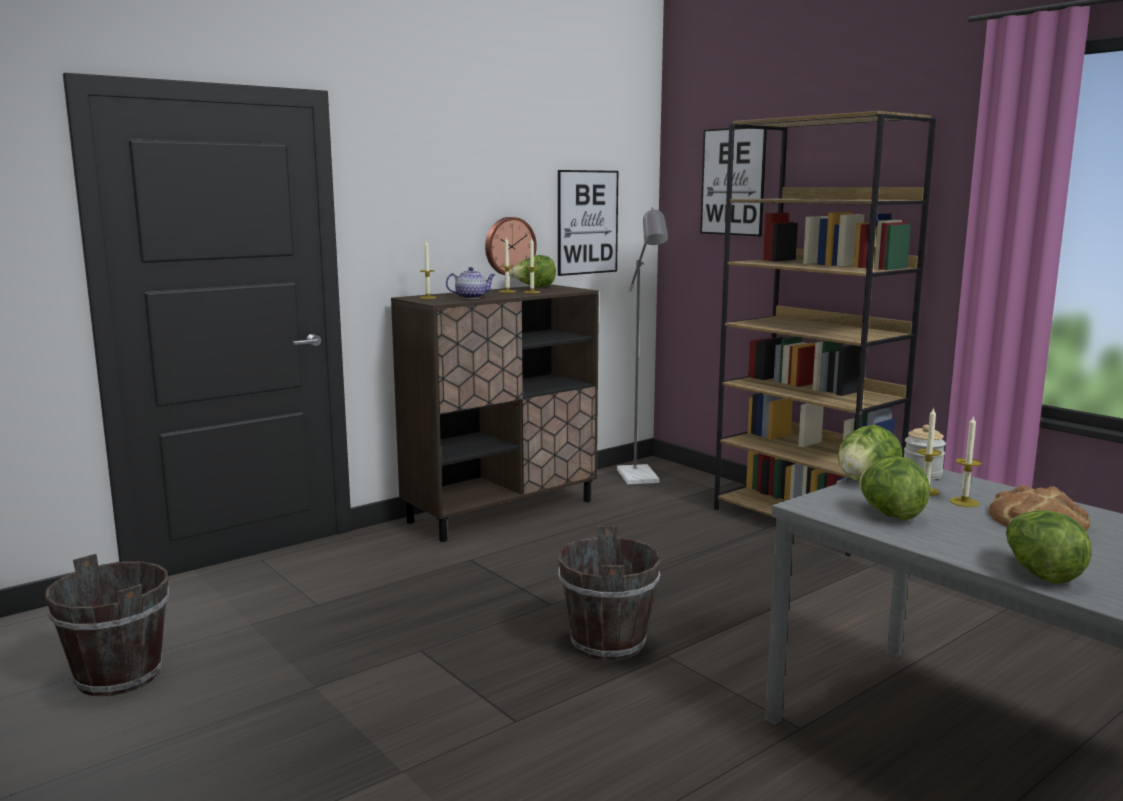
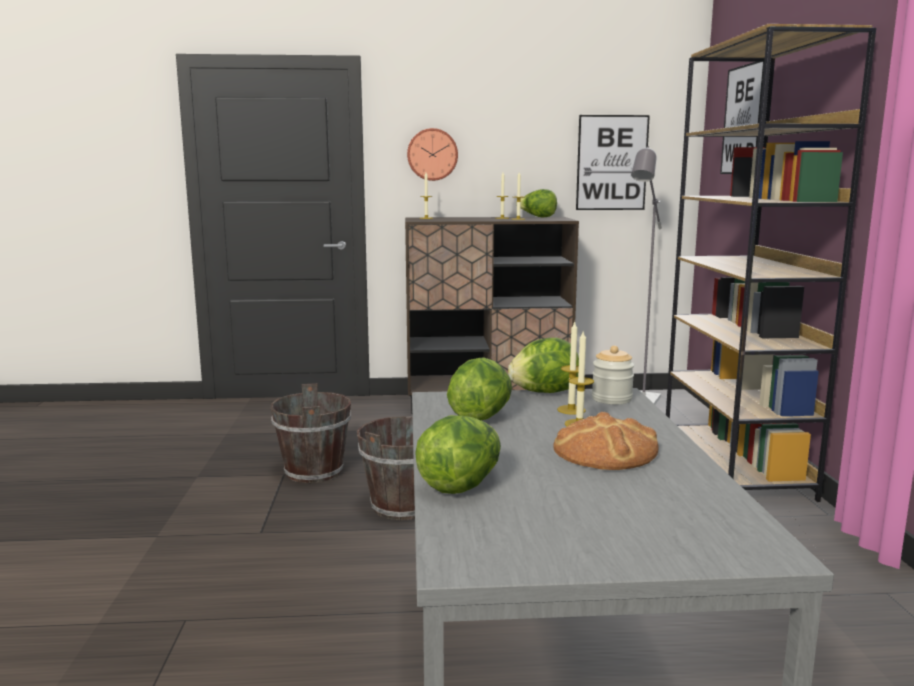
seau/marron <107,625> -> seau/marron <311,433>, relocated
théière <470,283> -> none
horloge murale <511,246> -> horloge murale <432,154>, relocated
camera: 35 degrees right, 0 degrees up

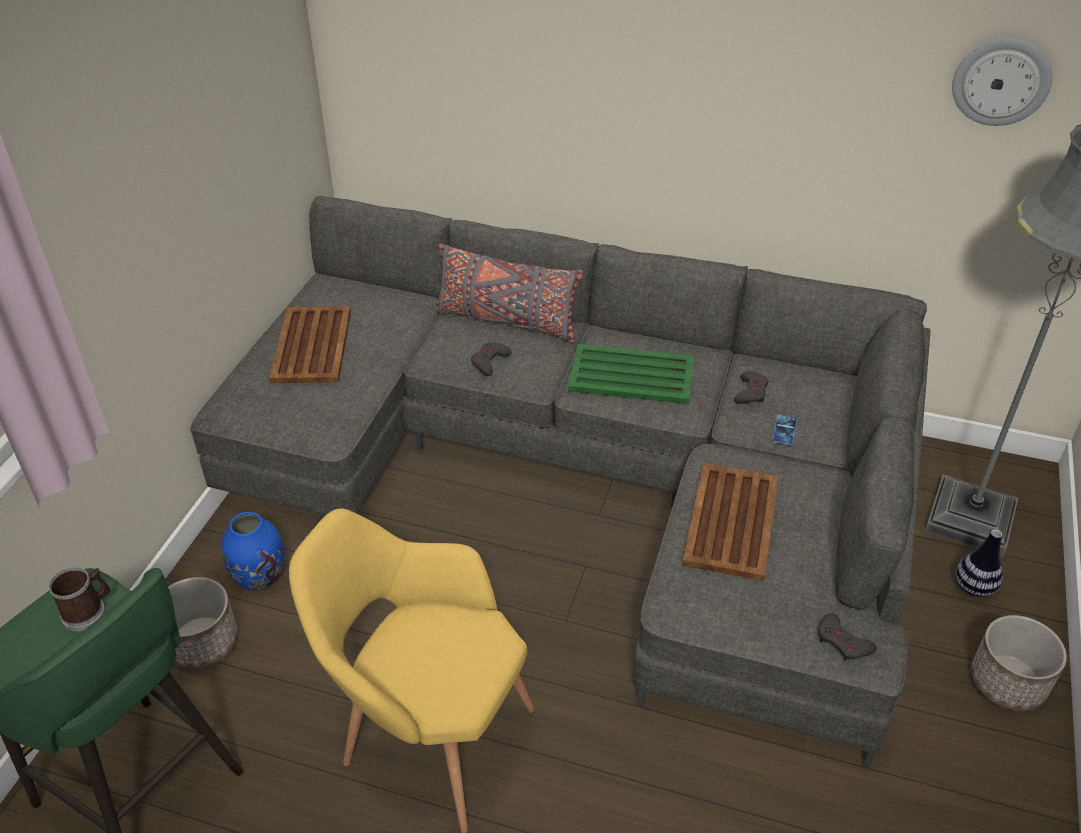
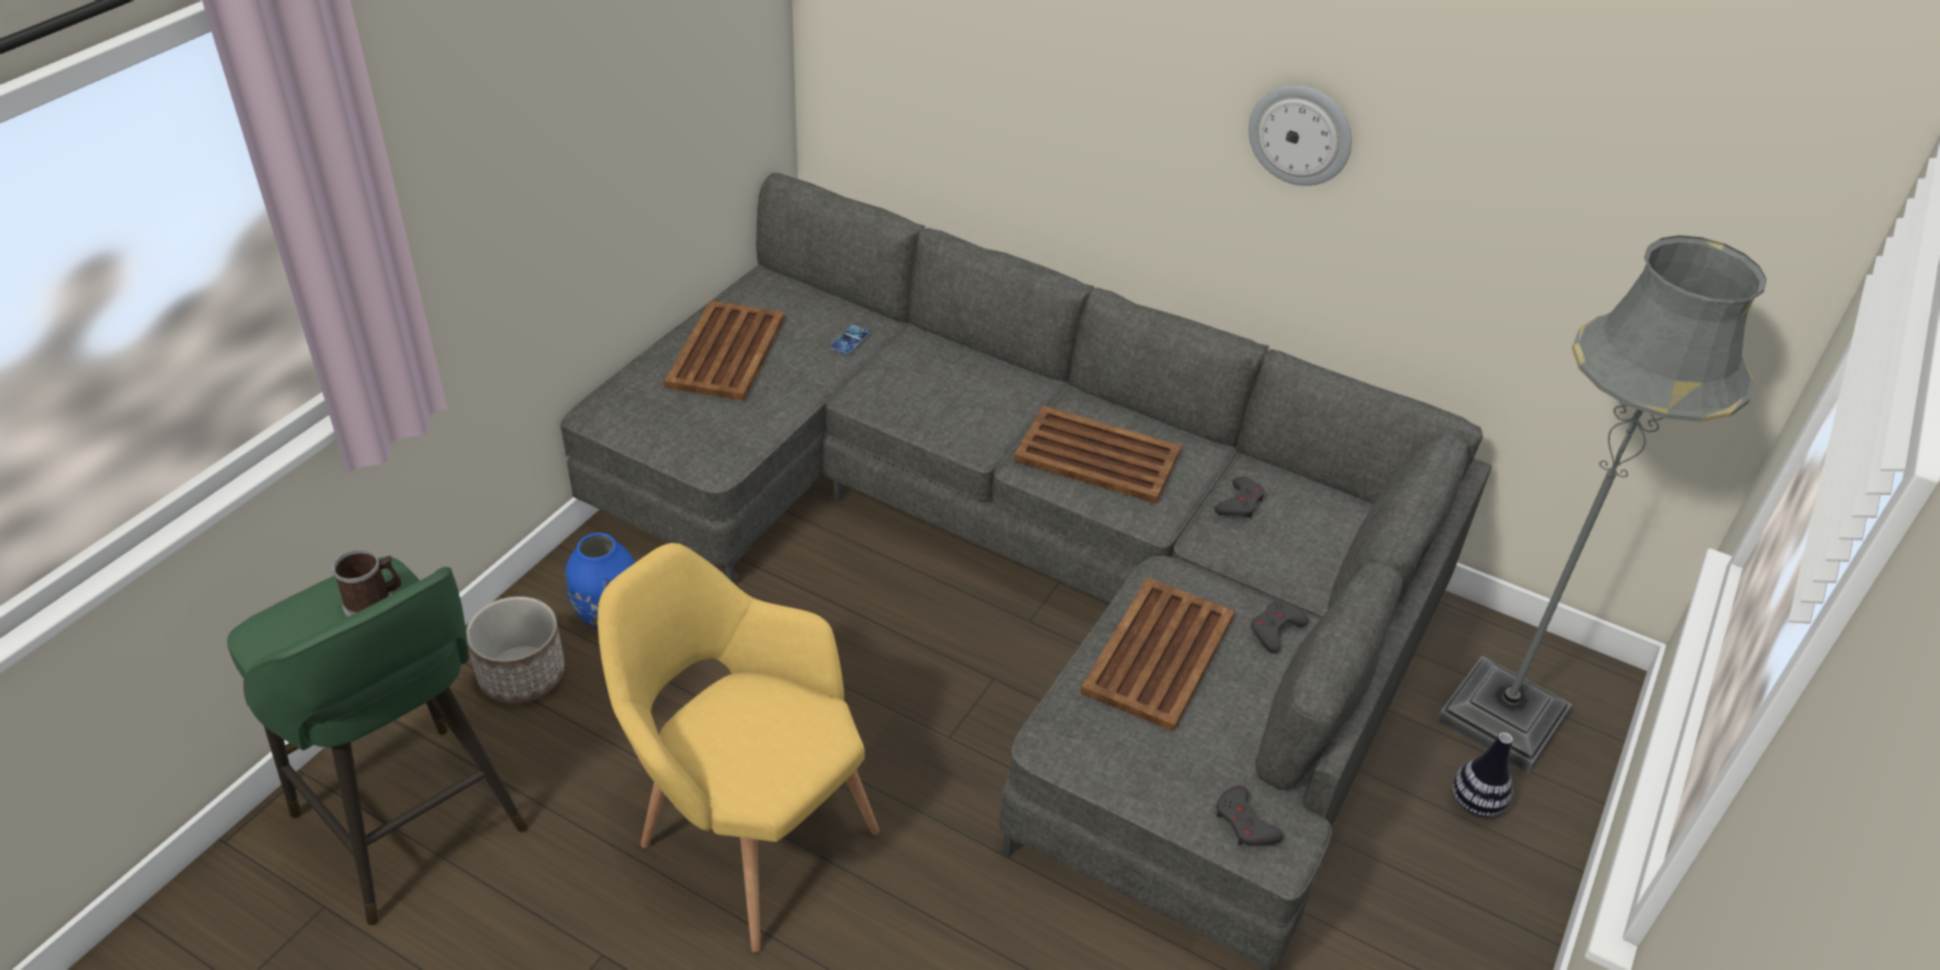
coussin/gris <509,293> -> none
manette/gris <491,359> -> manette/gris <1280,627>, relocated
plateau/vert <631,374> -> plateau/marron <1097,454>
téléphone <785,430> -> téléphone <850,339>, relocated
horloge murale <1002,82> -> horloge murale <1300,135>, relocated
cache-pot <1019,663> -> none
camera: 10 degrees right, 0 degrees up

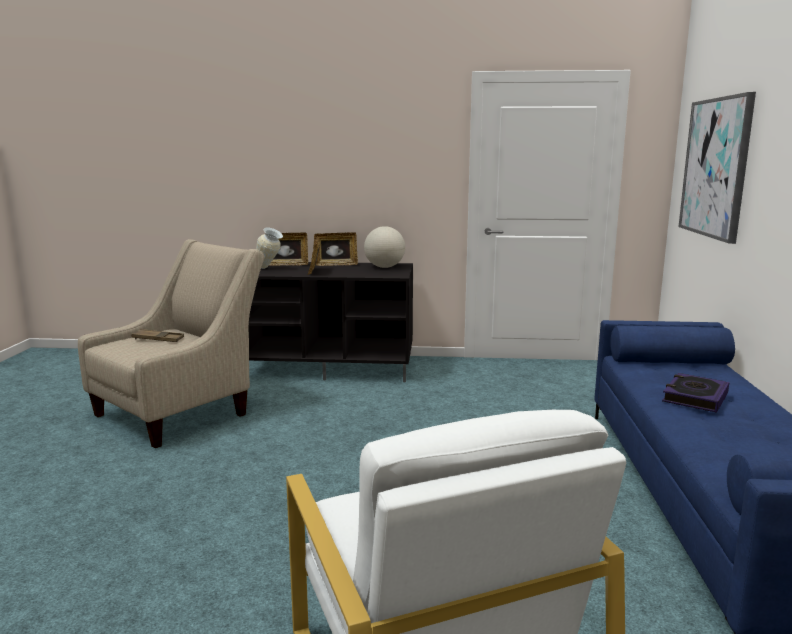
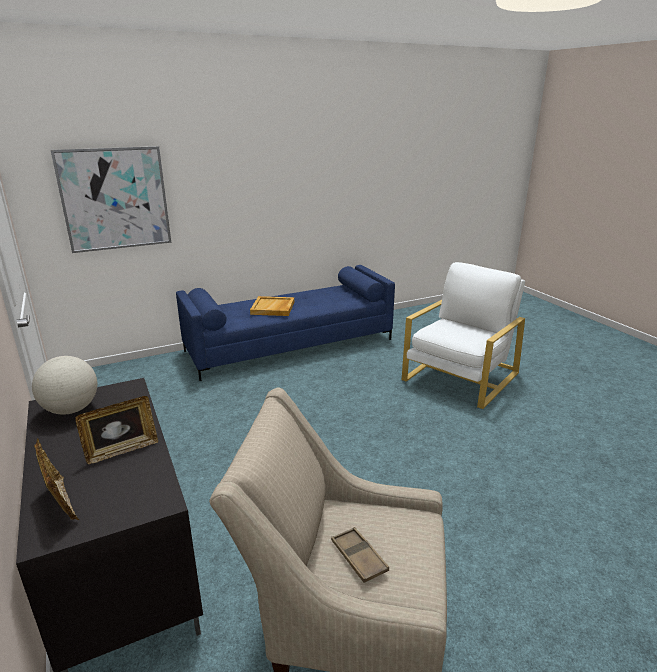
vase <269,248> -> none
cadre photo <336,249> -> none
livre <695,393> -> plateau/beige <272,306>
camera: 120 degrees left, 10 degrees up

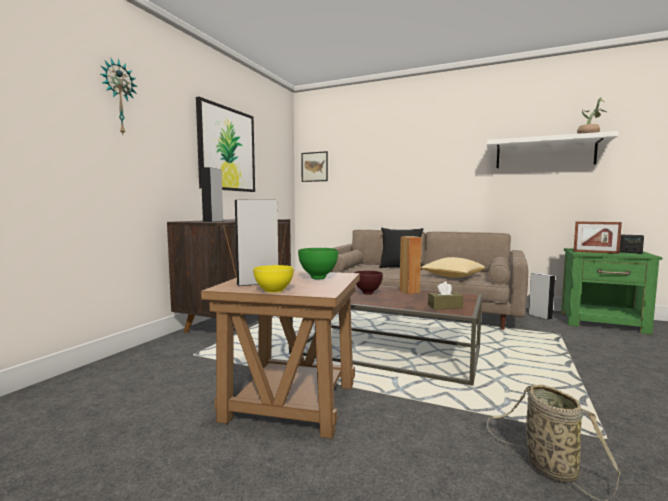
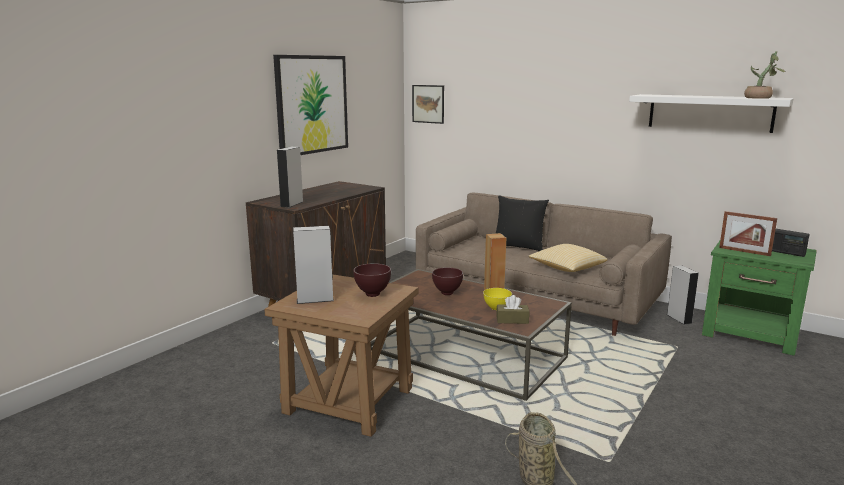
horloge murale <119,95> -> none
bol/jaune <273,278> -> bol/jaune <497,299>, relocated
bol/vert <318,263> -> bol/marron <372,280>
camera: 10 degrees right, 10 degrees up

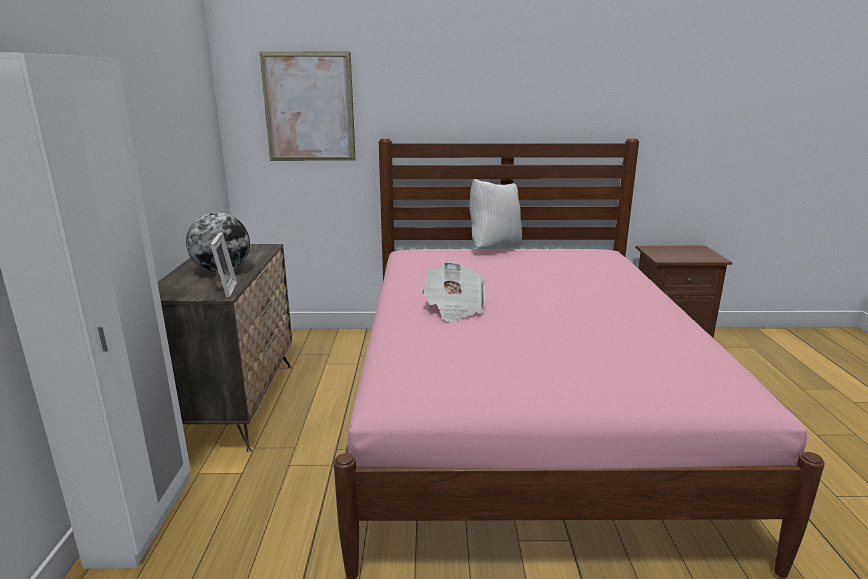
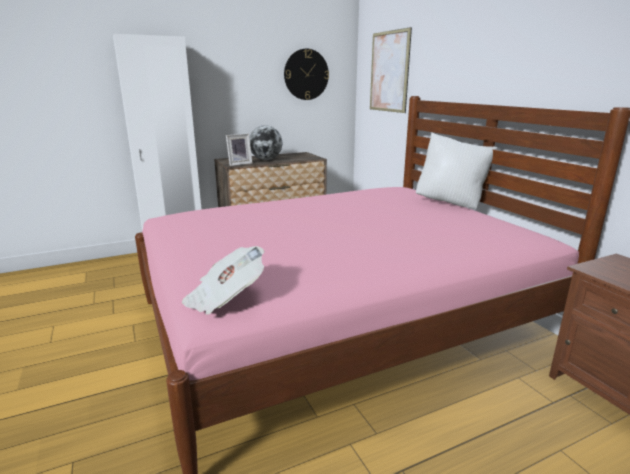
journal <453,291> -> journal <223,280>, relocated
none -> horloge murale <306,74>
camera: 65 degrees right, 0 degrees up

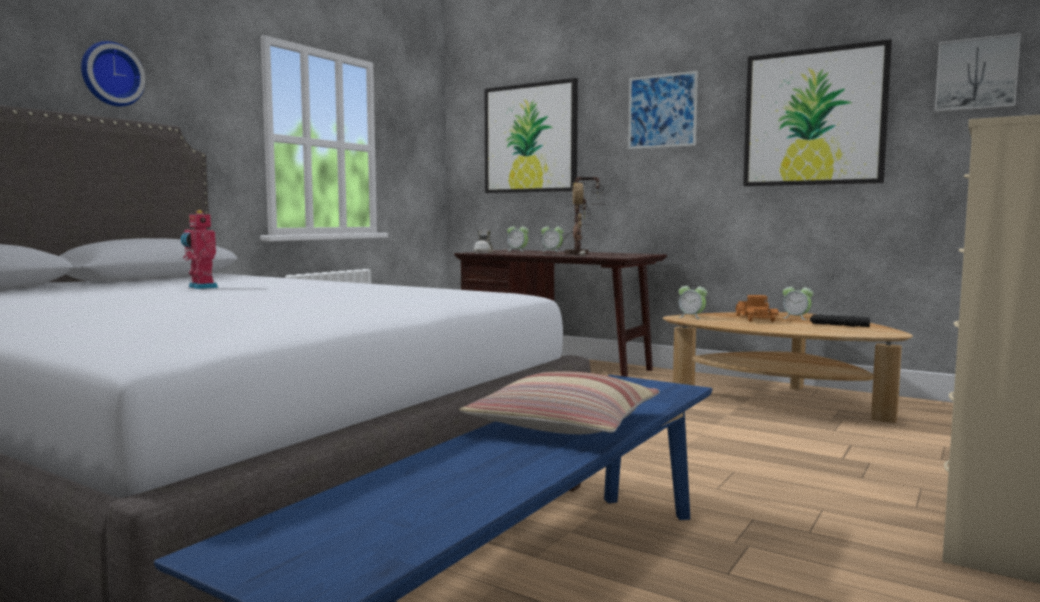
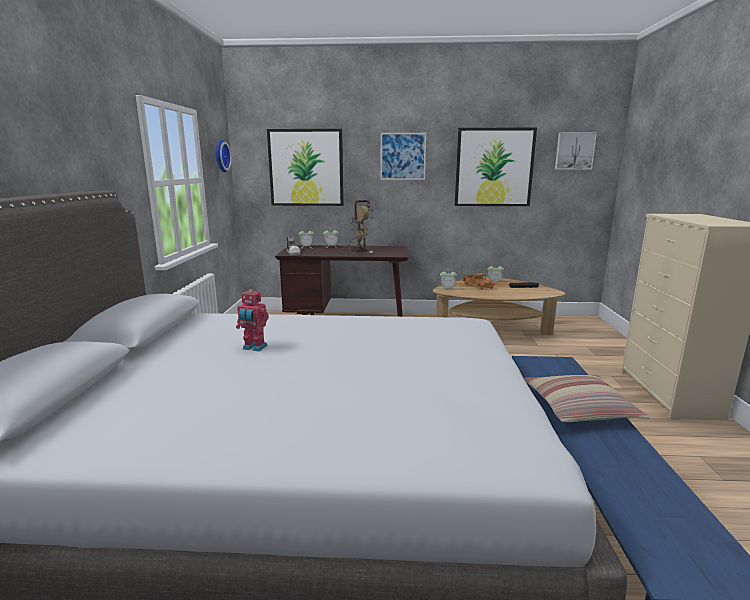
horloge murale <113,73> -> horloge murale <224,156>, relocated
camera: 30 degrees left, 10 degrees up

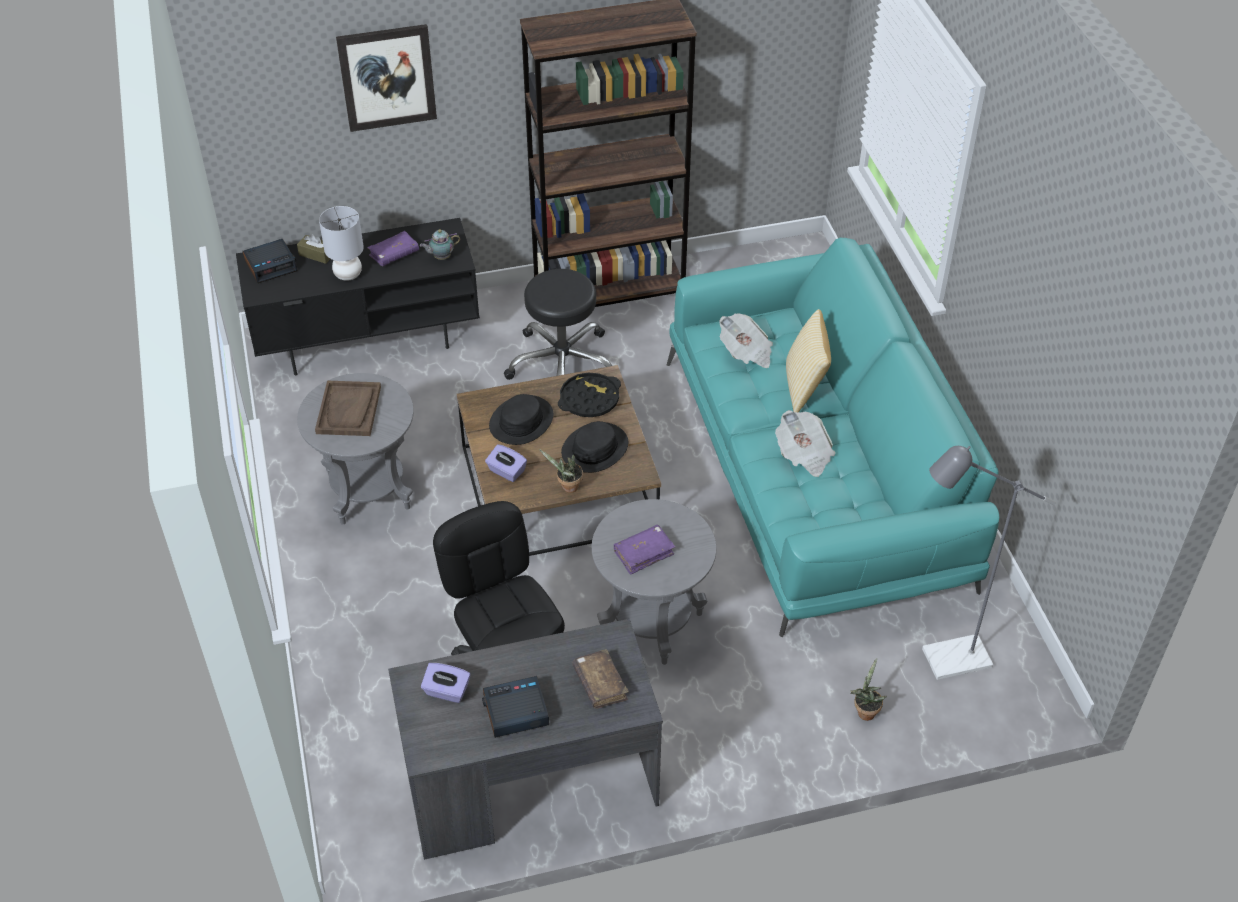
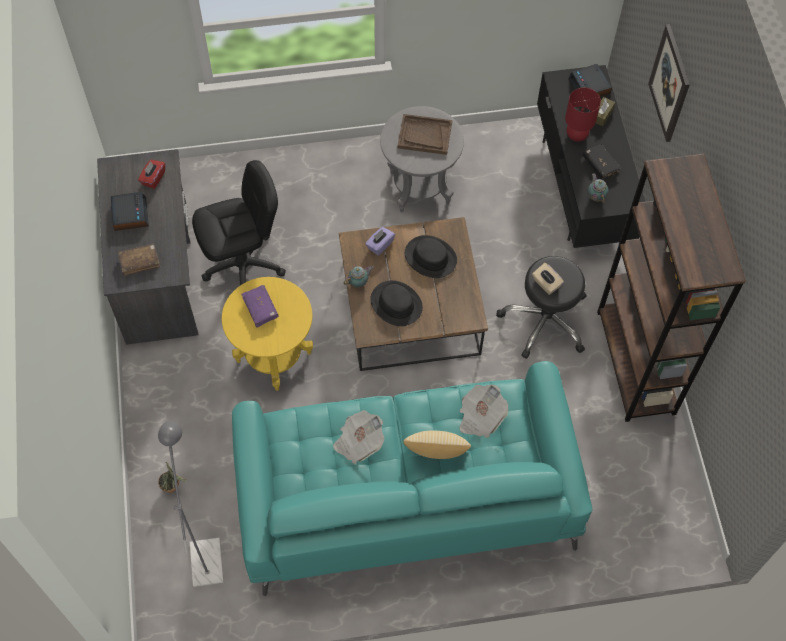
lampe de table/gris <341,243> -> lampe de table/rouge <583,114>
livre/violet <393,248> -> livre/noir <602,161>
boîte à mouchoirs/violet <446,683> -> boîte à mouchoirs/rouge <151,174>
plante en pot <561,471> -> théière <359,277>
plateau/noir <589,394> -> none
table d'appoint/gris <654,582> -> table d'appoint/jaune <267,334>
none -> boîte à mouchoirs/beige <548,279>
camera: 95 degrees right, 15 degrees up

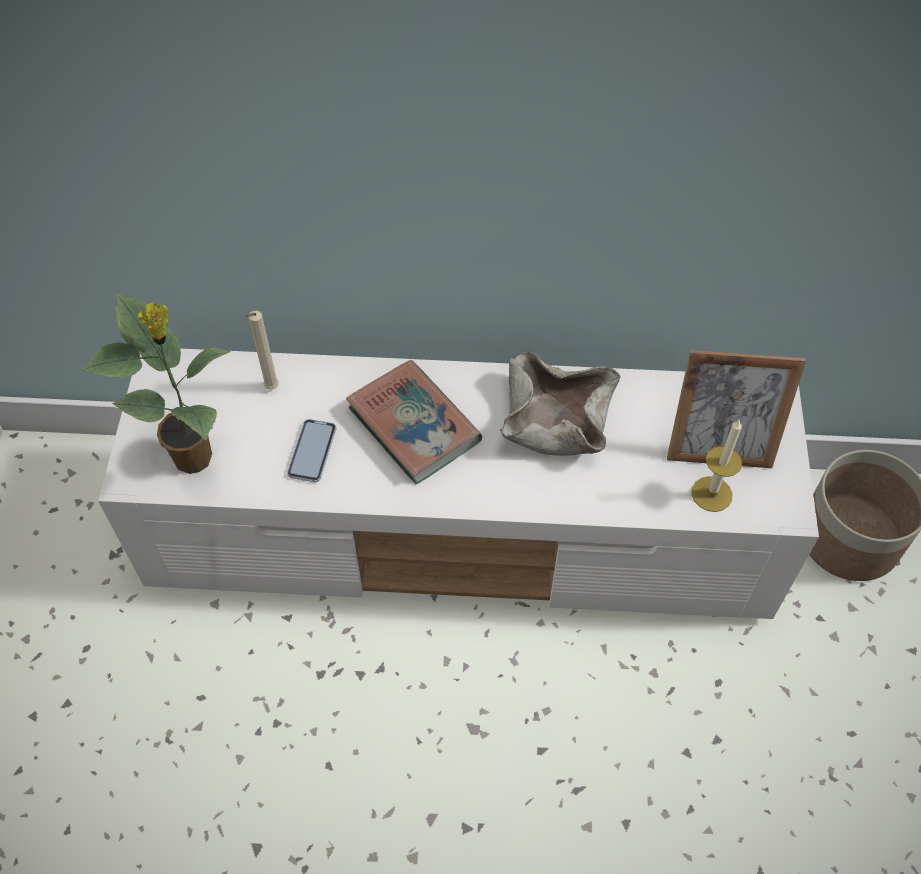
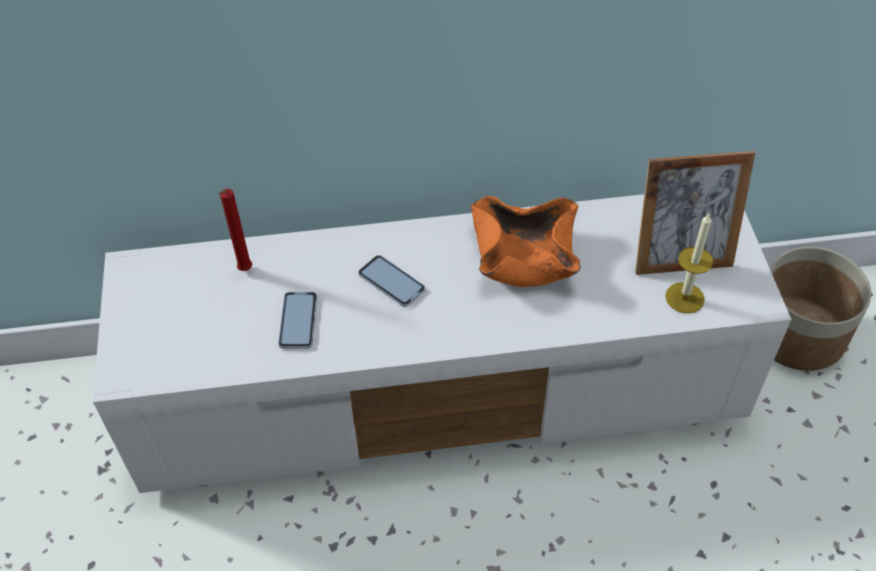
plante en pot <156,383> -> none
bougie/beige <262,350> -> bougie/rouge <235,230>
livre <414,422> -> téléphone <391,281>
bol/beige <560,403> -> bol/orange <526,241>
camera: 10 degrees left, 5 degrees down

